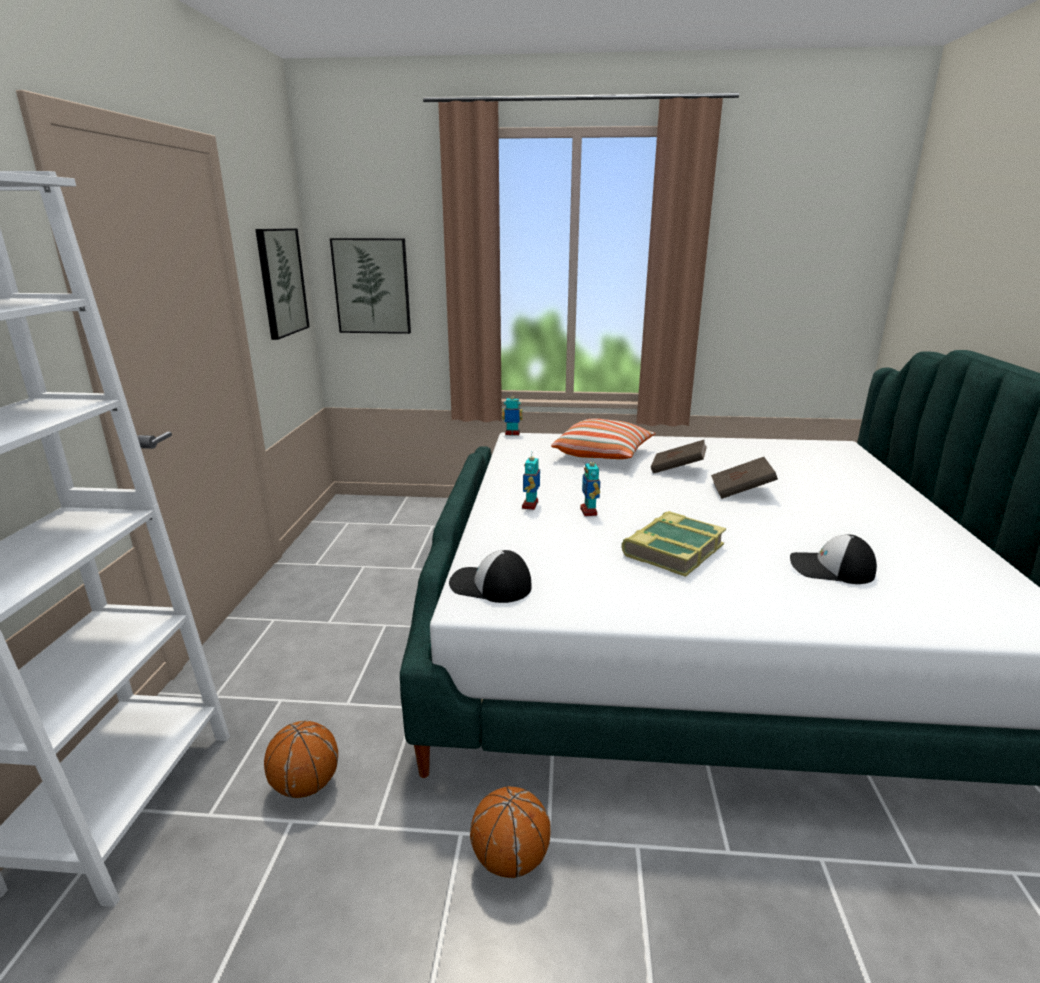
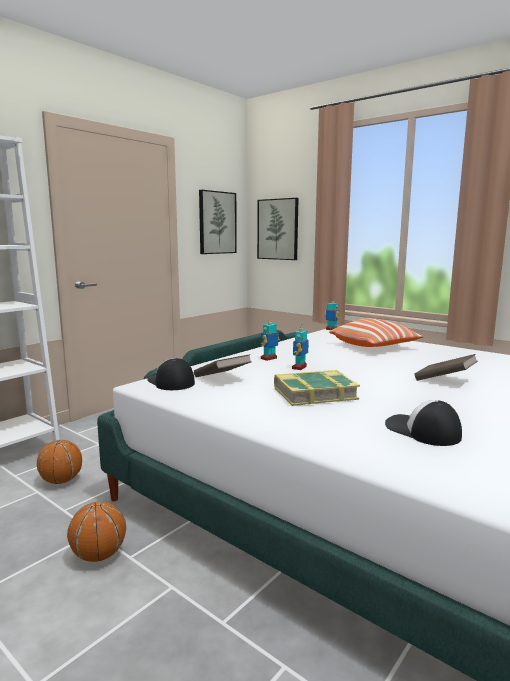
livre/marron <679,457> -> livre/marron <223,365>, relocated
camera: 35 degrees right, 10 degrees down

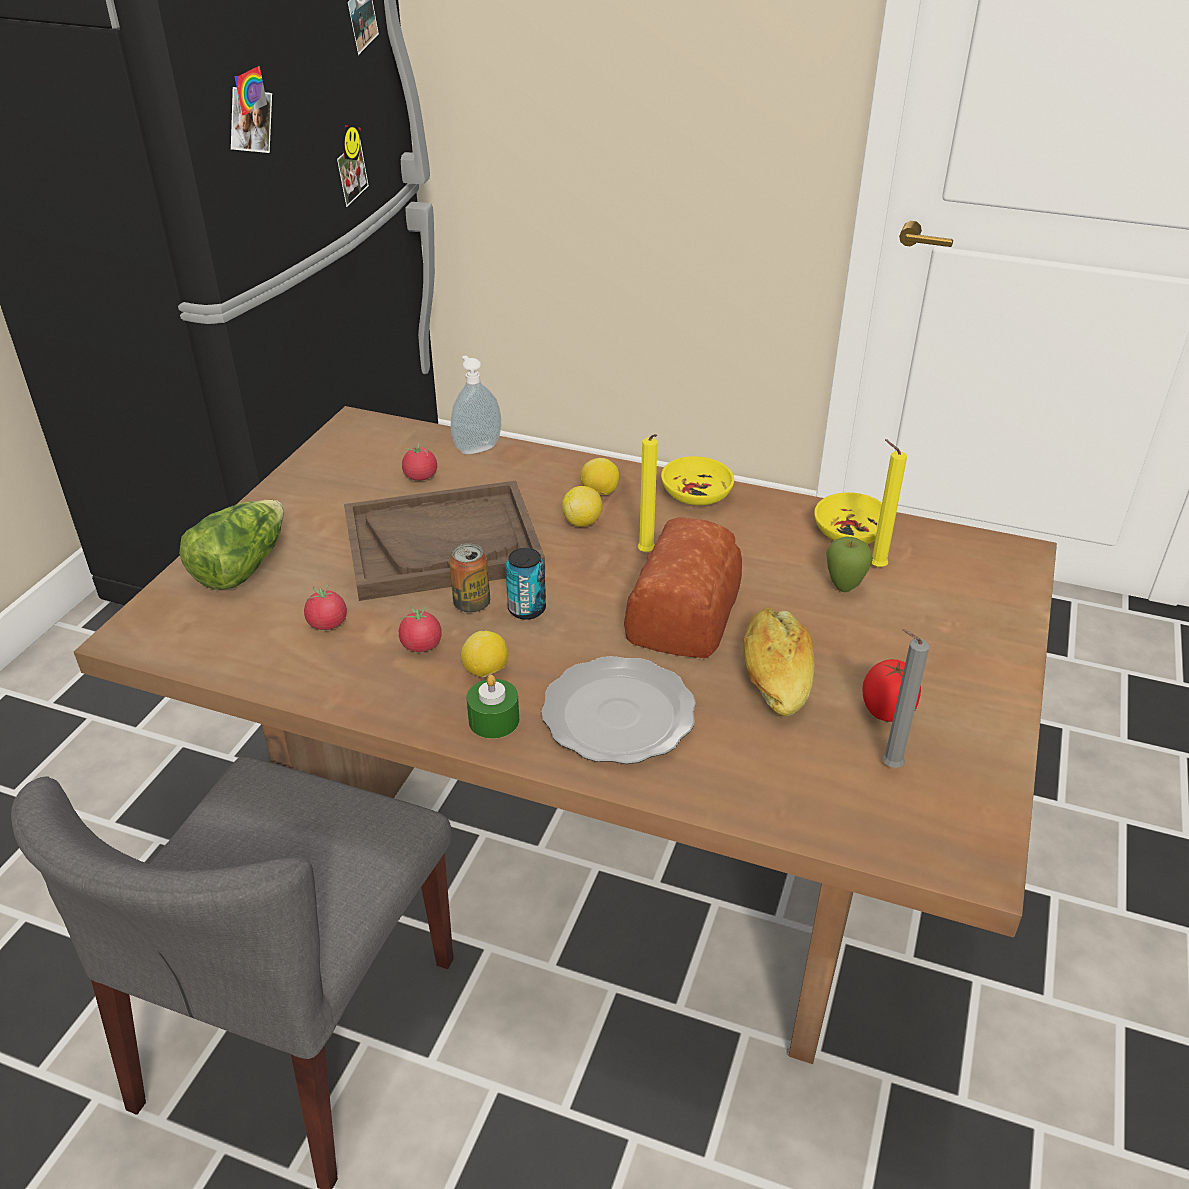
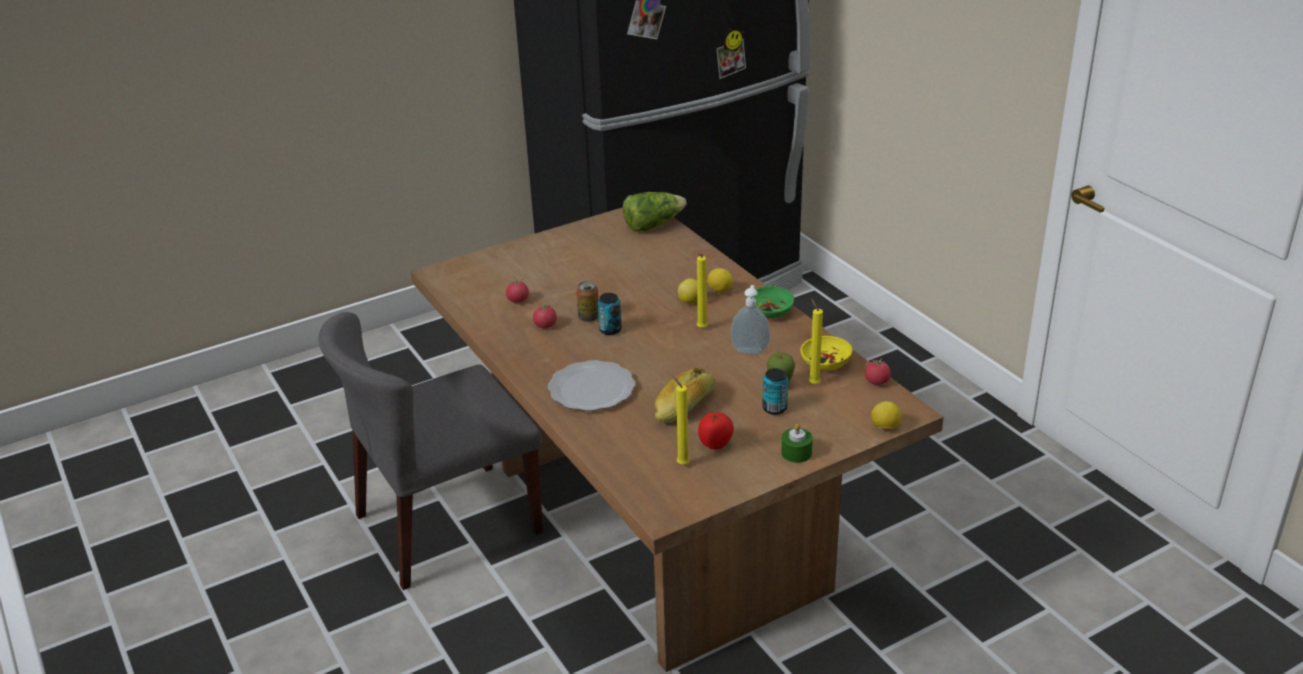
laitue <231,545> -> laitue <654,212>, relocated
plateau/marron <444,541> -> none
tomate <419,462> -> tomate <878,371>, relocated
distributeur de savon <476,405> -> distributeur de savon <750,319>, relocated
citron <484,654> -> citron <886,415>, relocated
bougie/vert <492,707> -> bougie/vert <797,443>, relocated
pain <683,587> -> none
bol/jaune <697,480> -> bol/vert <770,302>
bougie/gris <906,698> -> bougie/jaune <681,420>
none -> boîte métallique <775,391>
camera: 40 degrees right, 5 degrees down

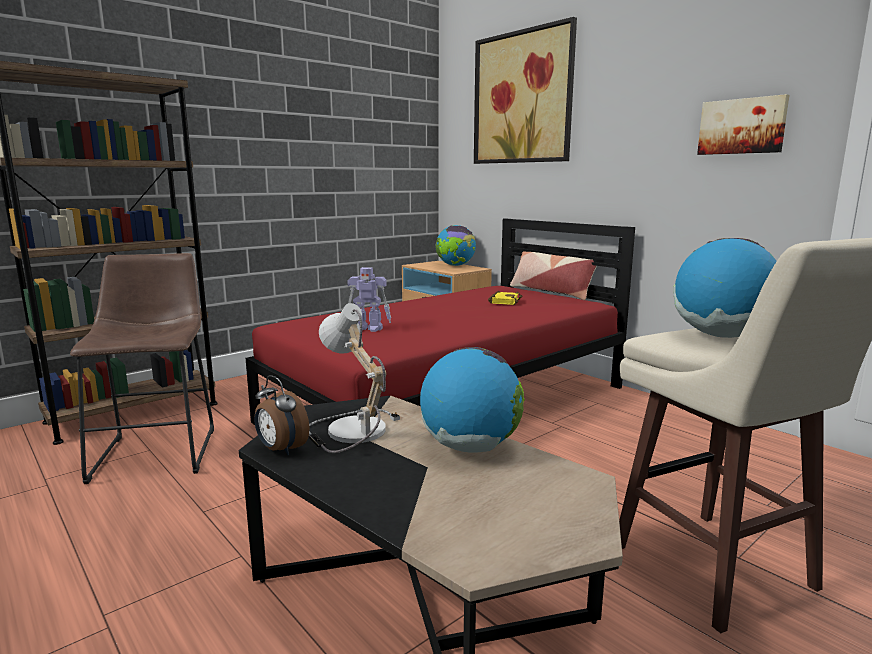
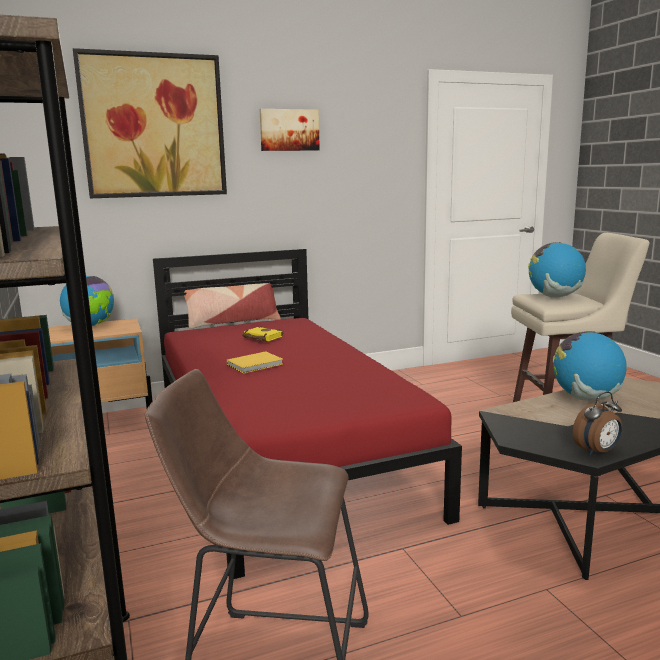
lampe de table <354,378> -> none
robot jouet <369,299> -> none
tableau <743,124> -> tableau <289,130>, relocated
none -> livre/jaune <255,362>
camera: 70 degrees left, 0 degrees up

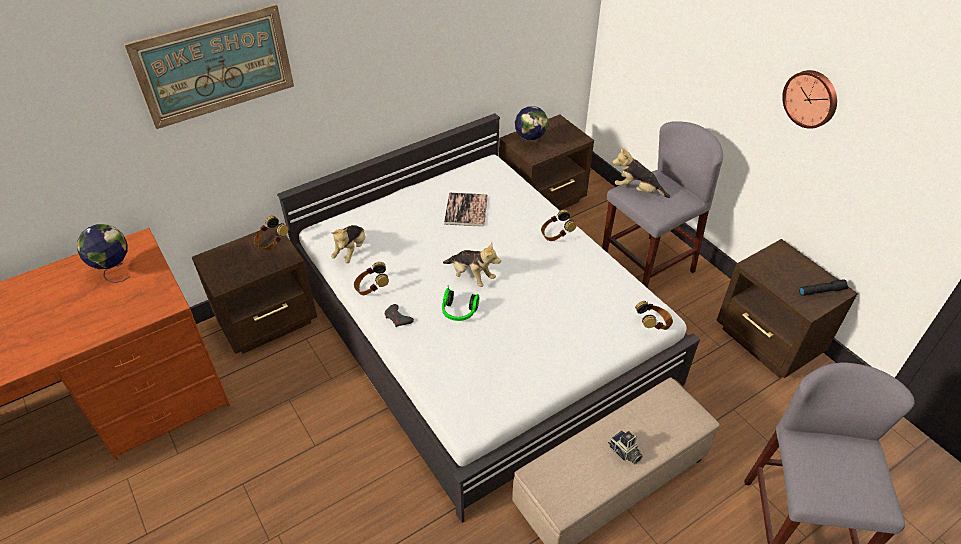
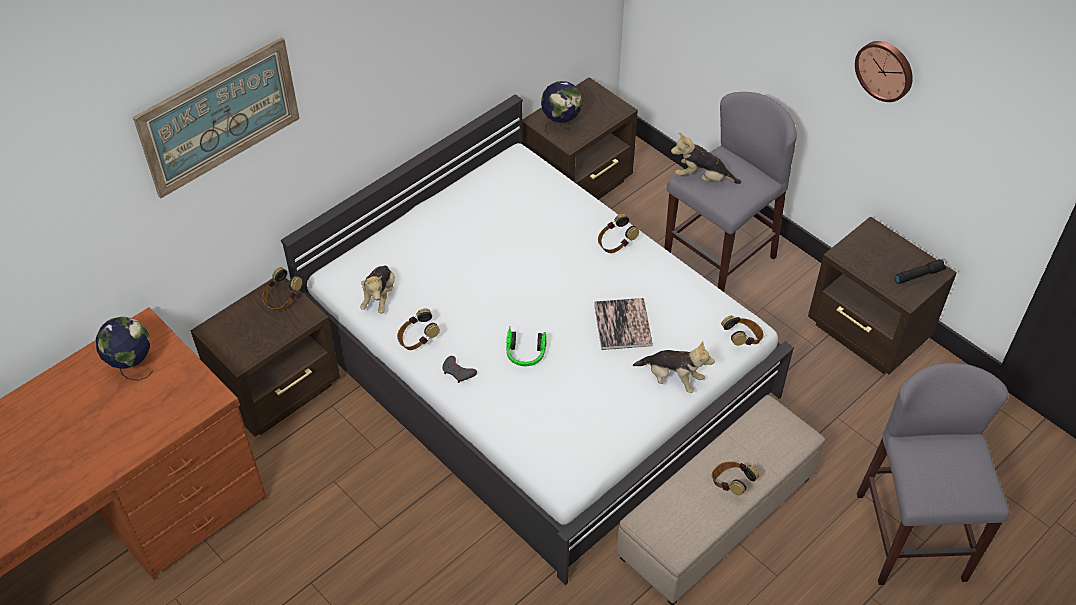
peluche <472,265> -> peluche <674,367>, relocated
livre <466,210> -> livre <623,324>, relocated
appareil photo <625,447> -> casque audio <735,479>
camera: 10 degrees left, 5 degrees up

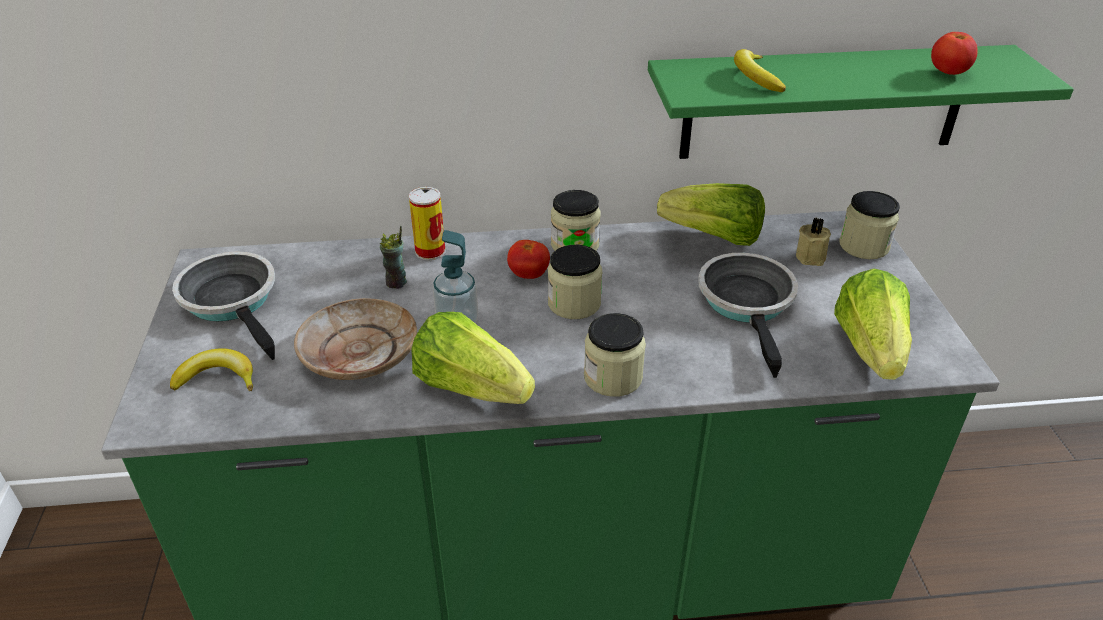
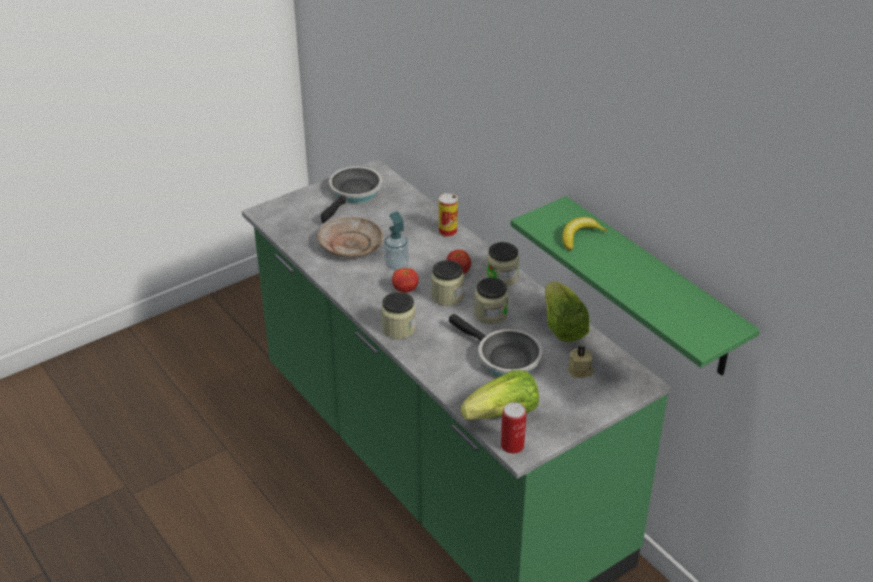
banane <211,370> -> none
tasse <393,257> -> none
laitue <473,358> -> none
poêle <748,315> -> poêle <496,345>, 75 degrees clockwise
bocal <869,225> -> bocal <491,301>, relocated
tomate <954,53> -> tomate <405,280>, relocated
none -> boîte métallique <513,428>
camera: 60 degrees right, 0 degrees up

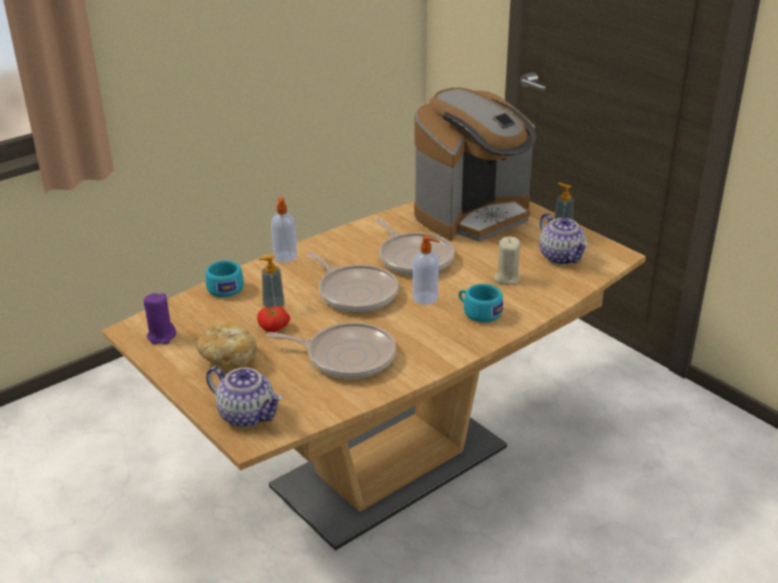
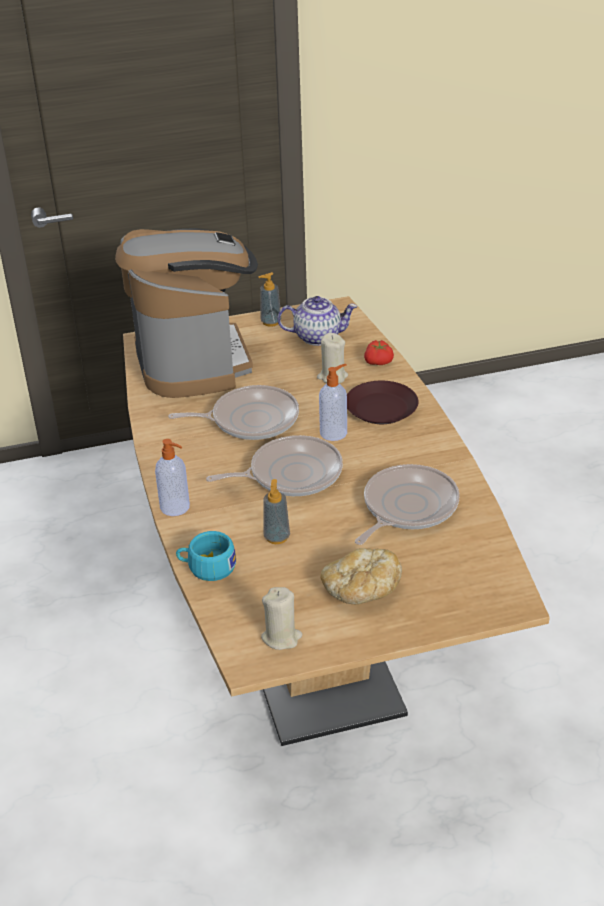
bougie/violet <160,318> -> bougie/beige <281,618>
théière <244,397> -> none
tomate <273,319> -> tomate <379,352>, relocated
tasse/turquoise <481,303> -> assiette/marron <382,402>
camera: 65 degrees left, 5 degrees up

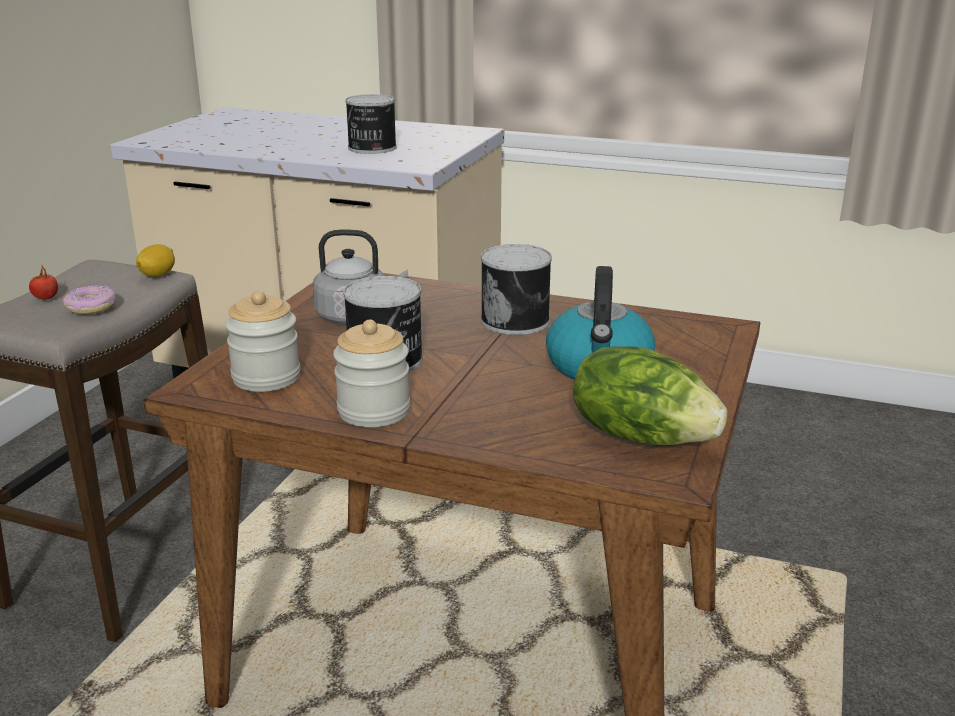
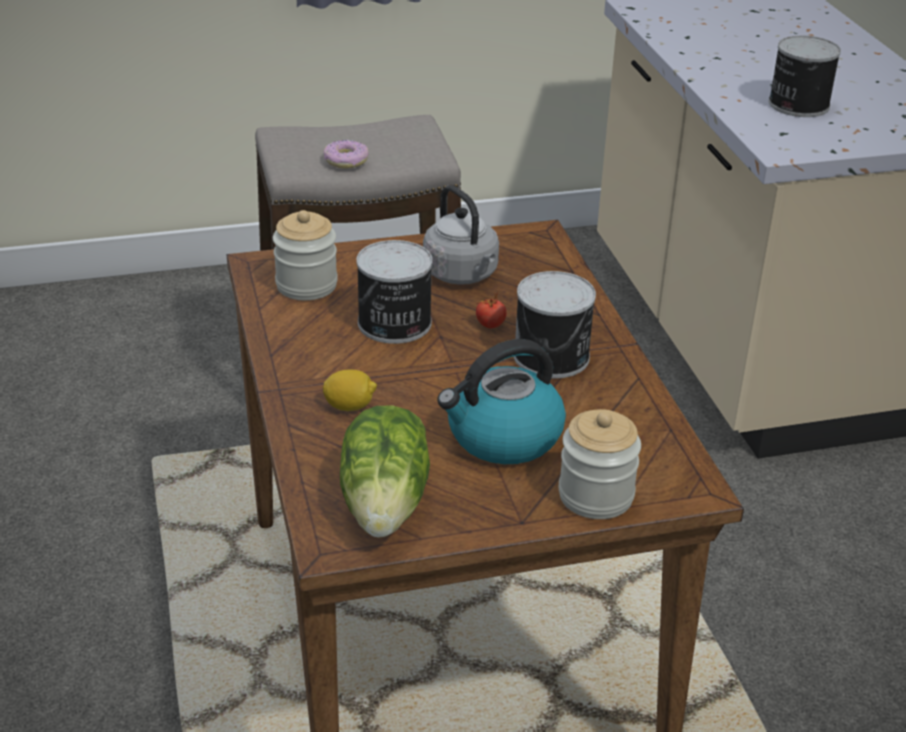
tomate <43,282> -> tomate <491,309>, relocated
citron <155,260> -> citron <350,390>, relocated
bocal <371,373> -> bocal <600,464>, relocated
camera: 55 degrees right, 10 degrees up

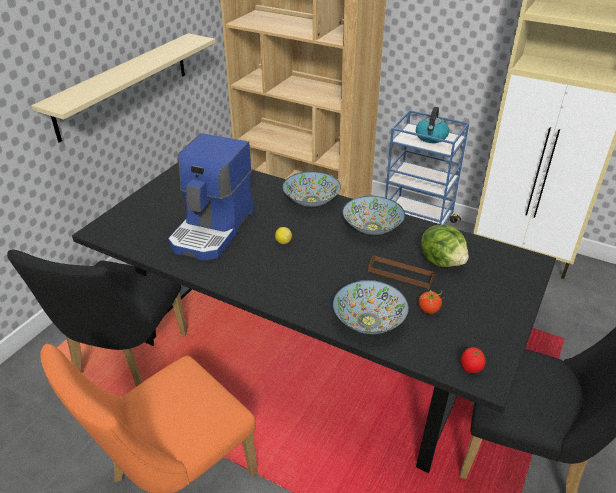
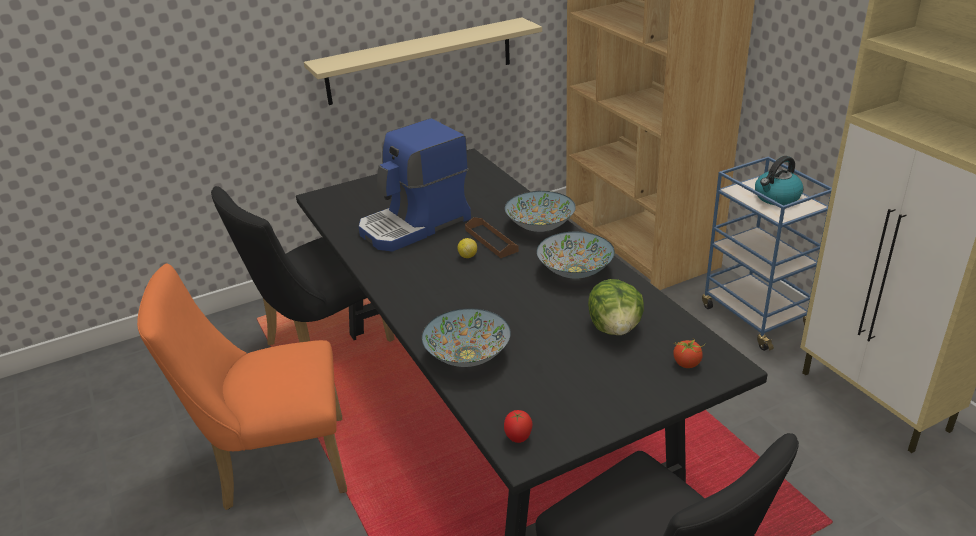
plateau/marron <401,272> -> plateau/marron <492,237>, relocated
tomate <431,301> -> tomate <688,354>, relocated
camera: 35 degrees right, 5 degrees down

